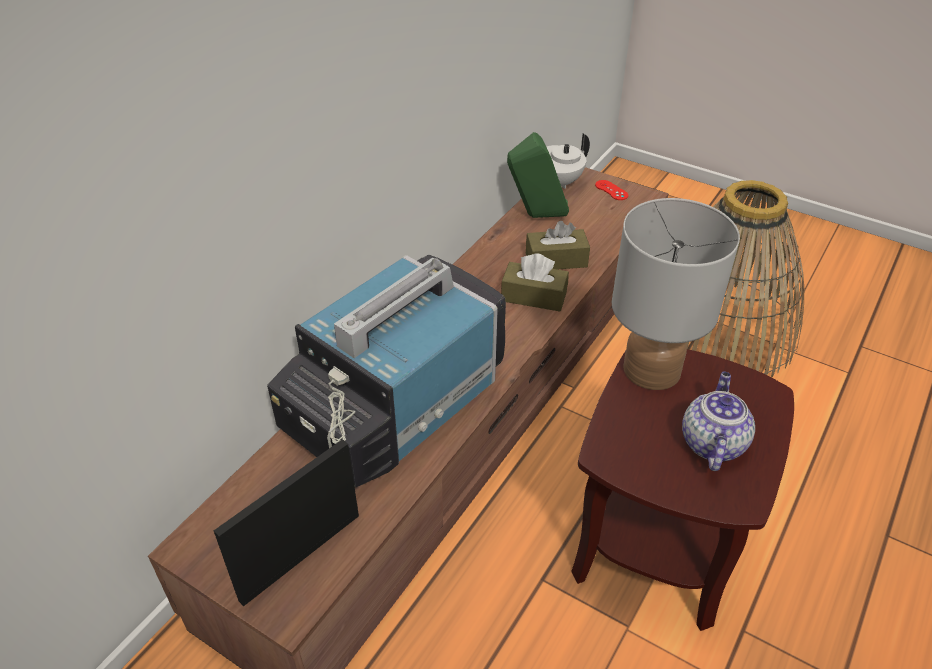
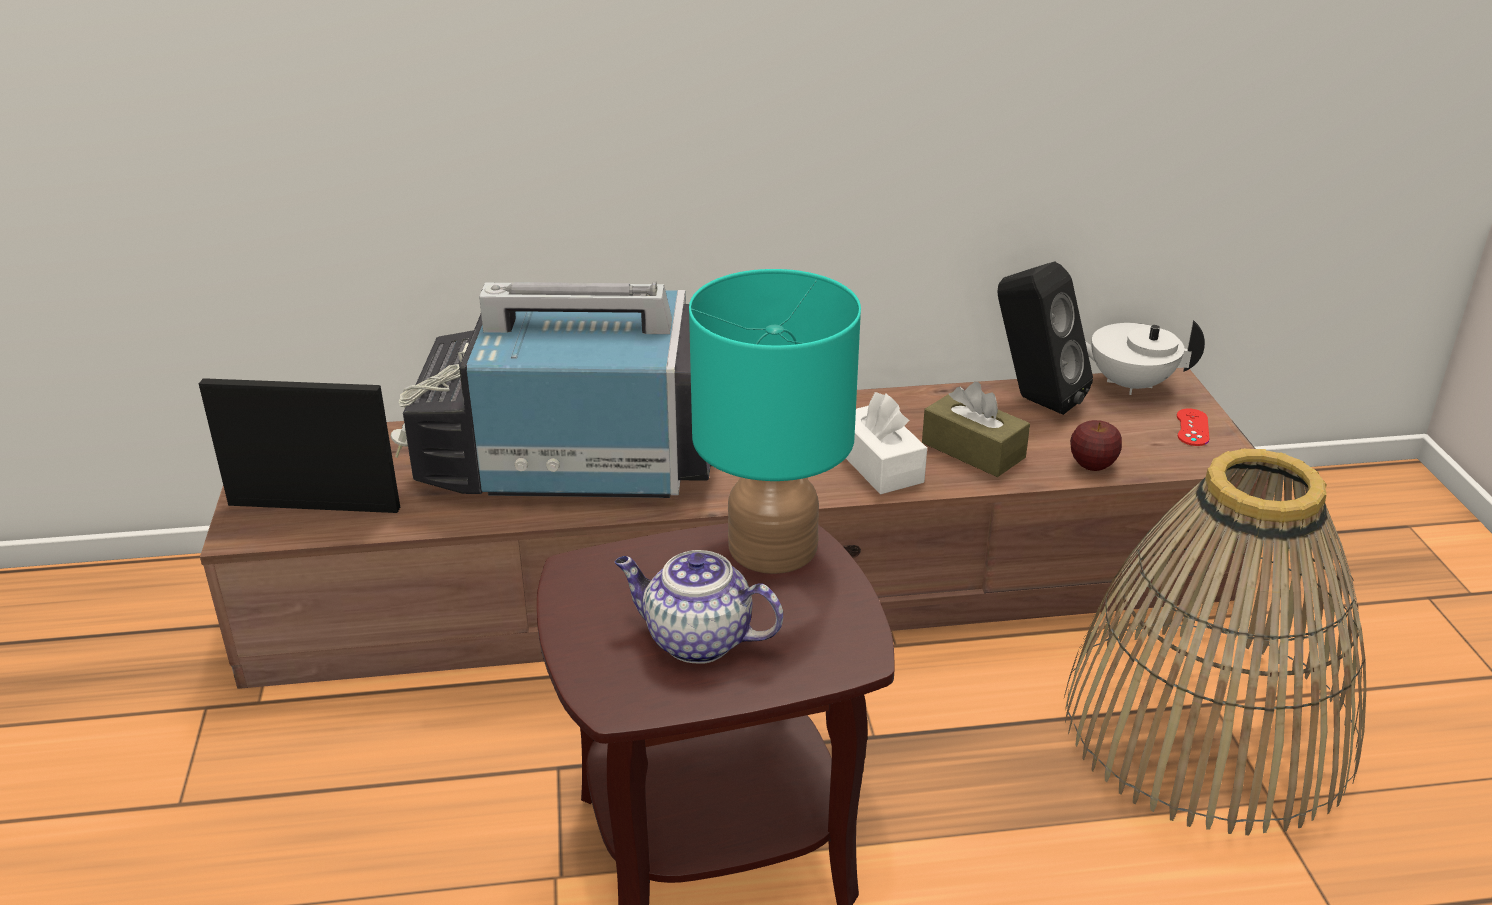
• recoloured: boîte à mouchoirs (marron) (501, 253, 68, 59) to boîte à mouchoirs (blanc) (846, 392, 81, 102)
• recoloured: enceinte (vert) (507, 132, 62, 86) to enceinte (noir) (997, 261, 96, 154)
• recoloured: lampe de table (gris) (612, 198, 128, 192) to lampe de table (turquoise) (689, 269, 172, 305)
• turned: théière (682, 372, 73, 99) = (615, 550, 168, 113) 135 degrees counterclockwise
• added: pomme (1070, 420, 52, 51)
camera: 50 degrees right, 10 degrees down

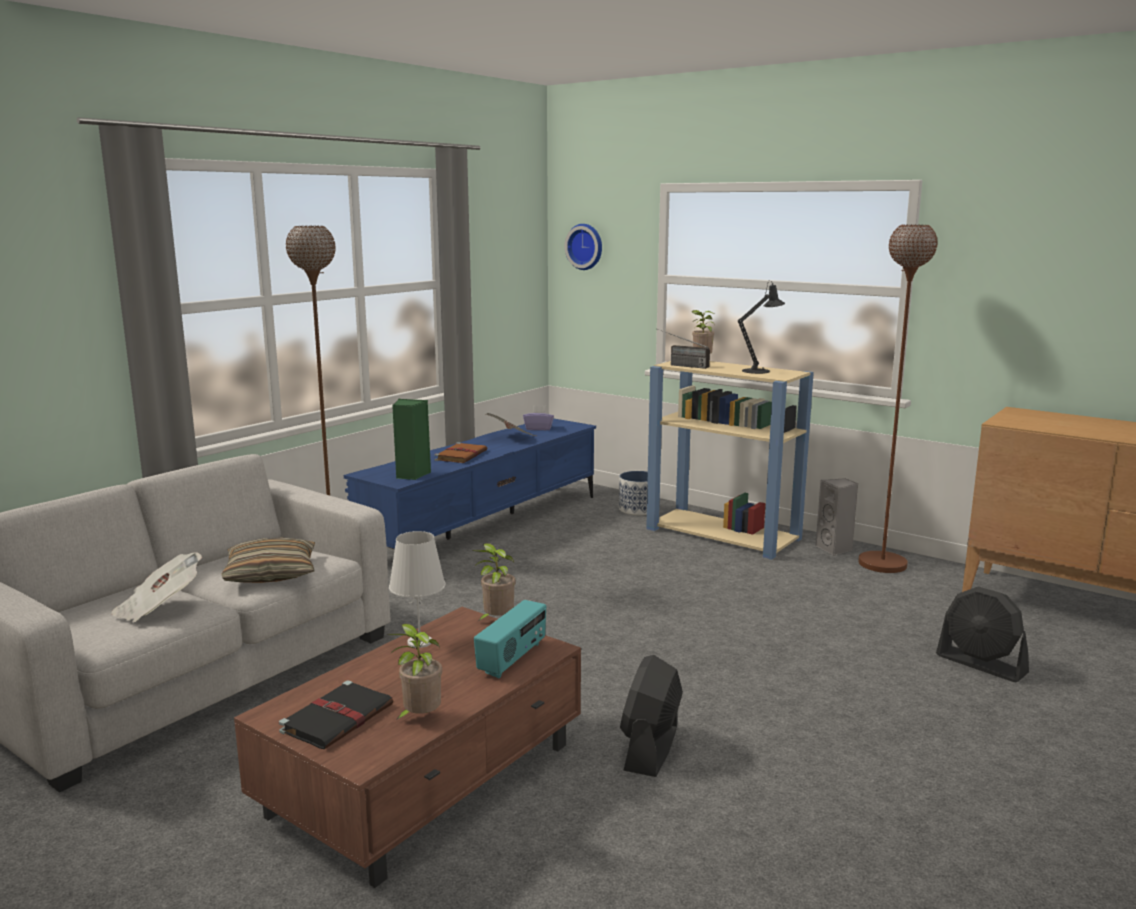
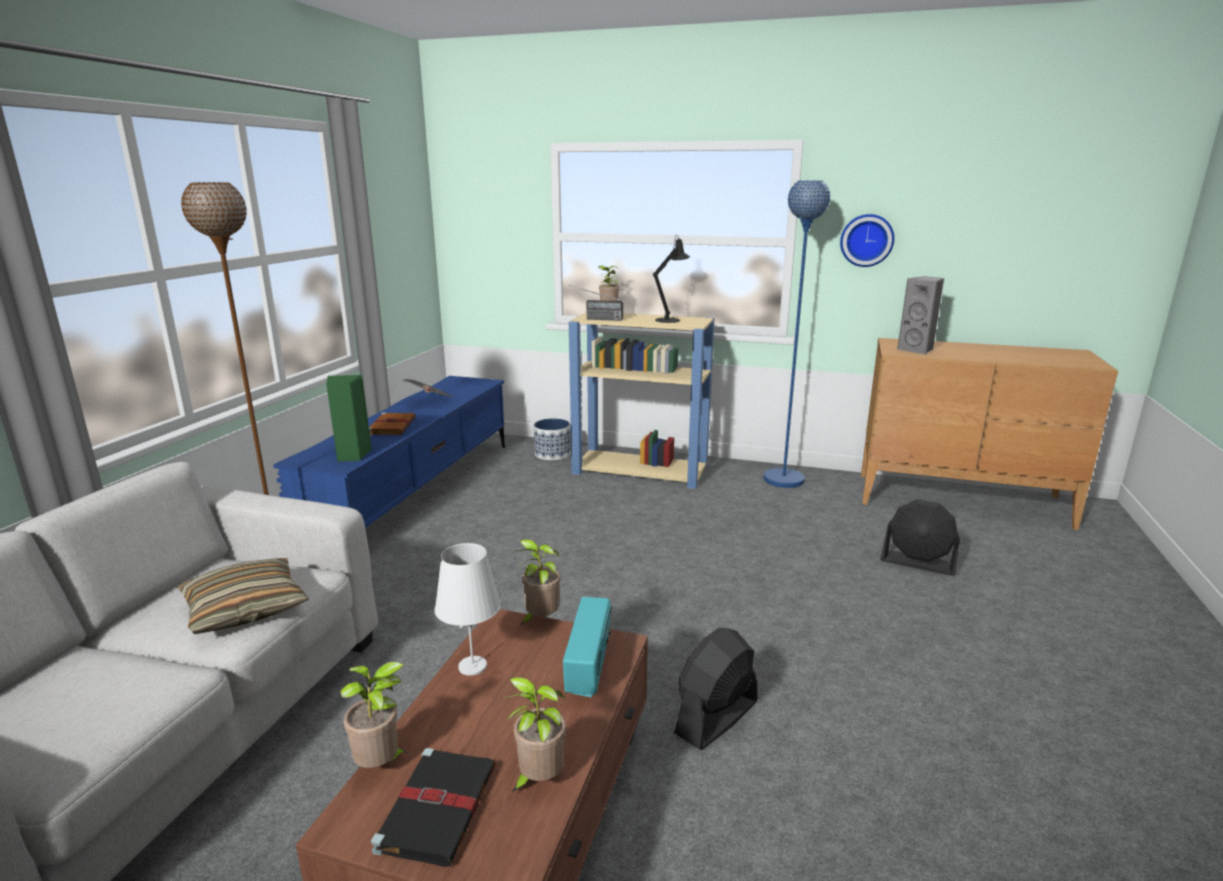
• removed: journal (111, 553, 91, 69)
• removed: boîte à mouchoirs (violet) (523, 405, 31, 25)
• moved: horloge murale (564, 224, 38, 46) to (840, 214, 54, 53)
• turned: ventilateur (noir) (620, 655, 63, 122) = (674, 628, 84, 122) 45 degrees clockwise
• moved: enceinte (gris) (815, 478, 43, 78) to (897, 276, 48, 79)
• recoloured: lampadaire (marron) (858, 225, 80, 348) to lampadaire (bleu) (764, 180, 66, 308)
• added: plante en pot (340, 662, 68, 106)
camera: 20 degrees left, 5 degrees up

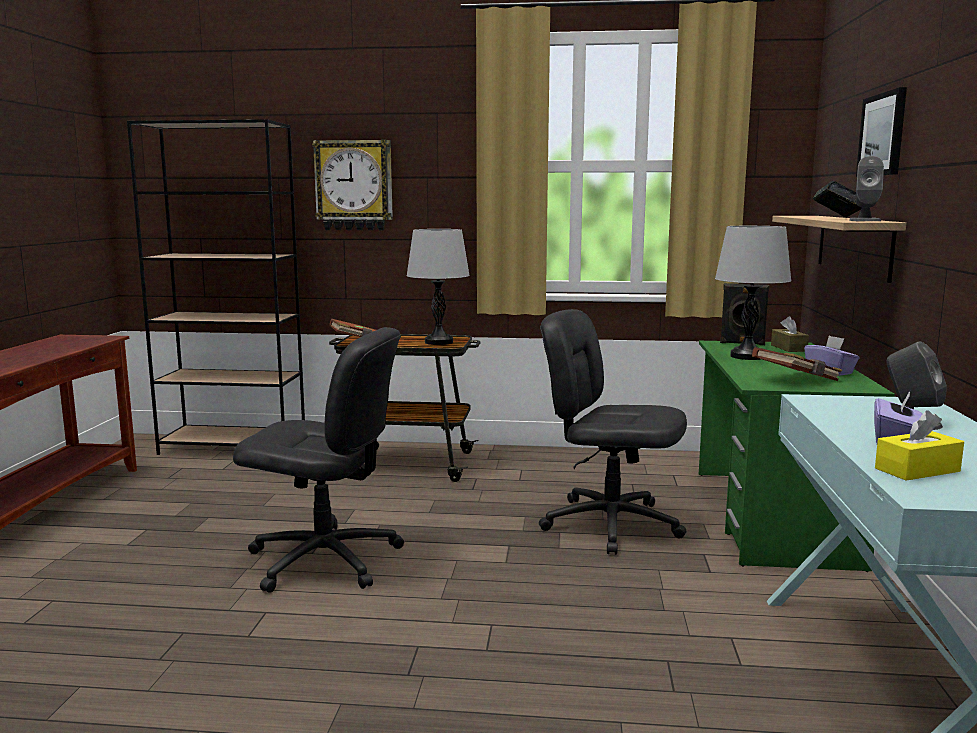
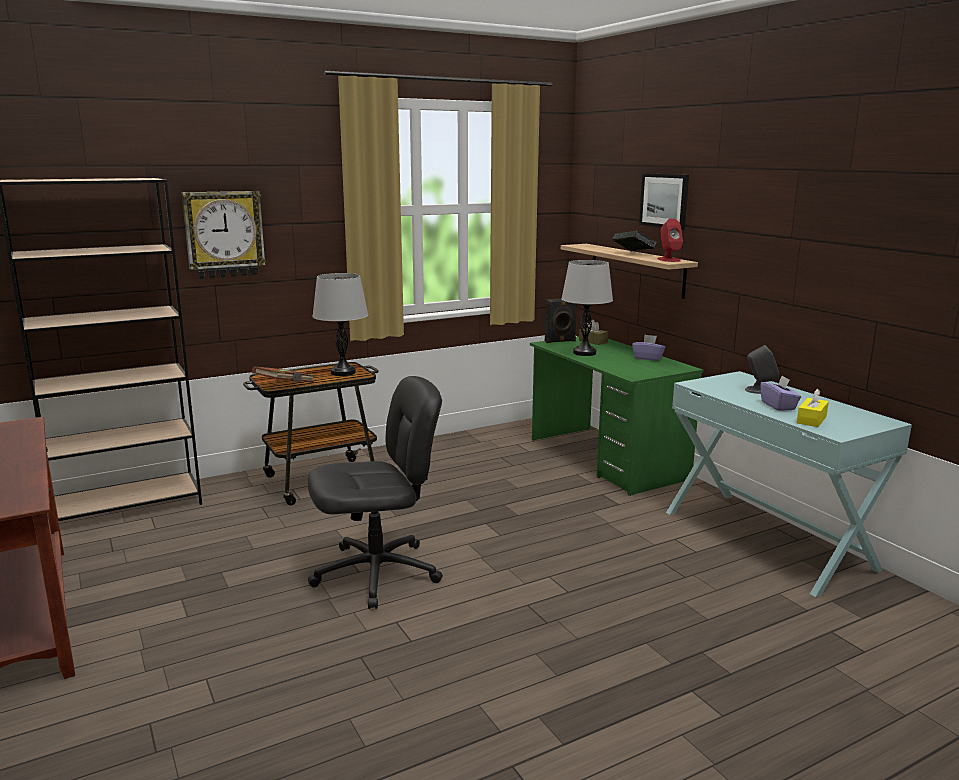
• removed: chaise de bureau (noir) (539, 309, 148, 246)
• removed: livre (marron) (752, 347, 90, 34)
• recoloured: enceinte (gris) (849, 156, 35, 65) to enceinte (rouge) (658, 219, 25, 43)
camera: 35 degrees left, 5 degrees up

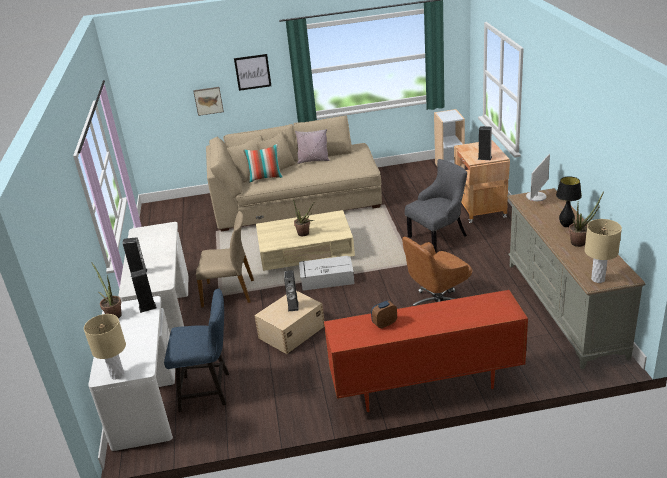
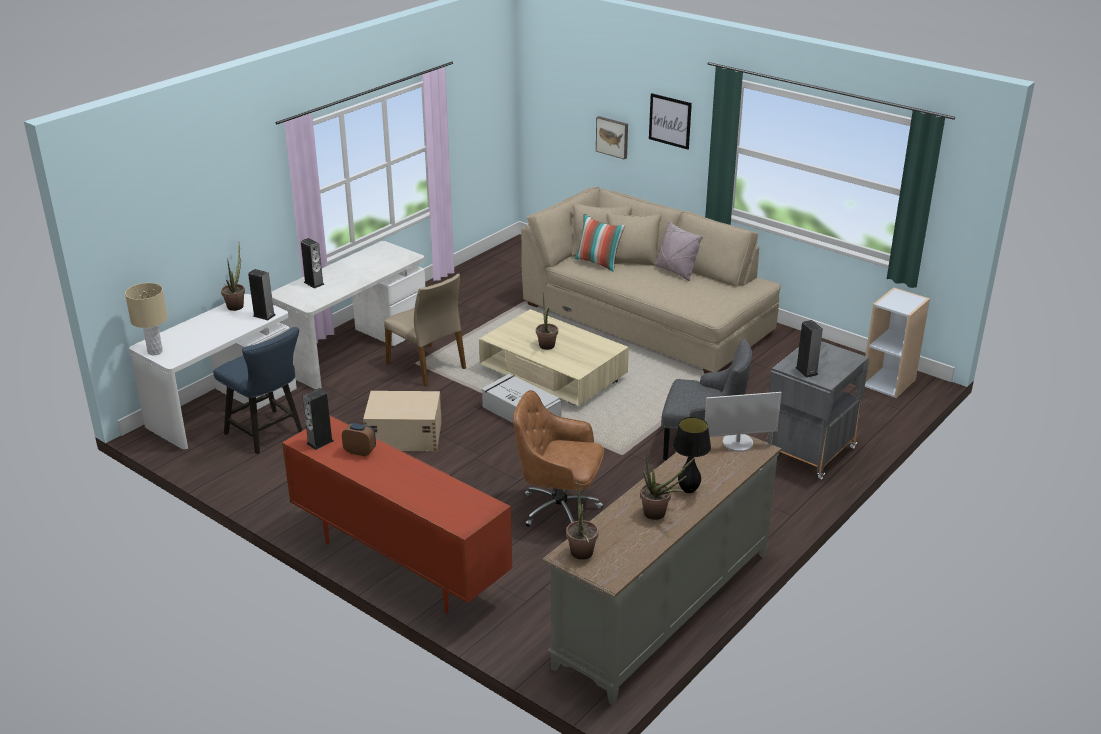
• moved: enceinte (284, 270, 15, 42) to (302, 388, 32, 62)
• recoloured: chariot (marron) (454, 140, 56, 83) to chariot (gris) (767, 341, 102, 139)
• replaced: lampe de table (beige) (585, 219, 37, 64) to plante en pot (566, 480, 33, 80)
camera: 45 degrees right, 0 degrees up

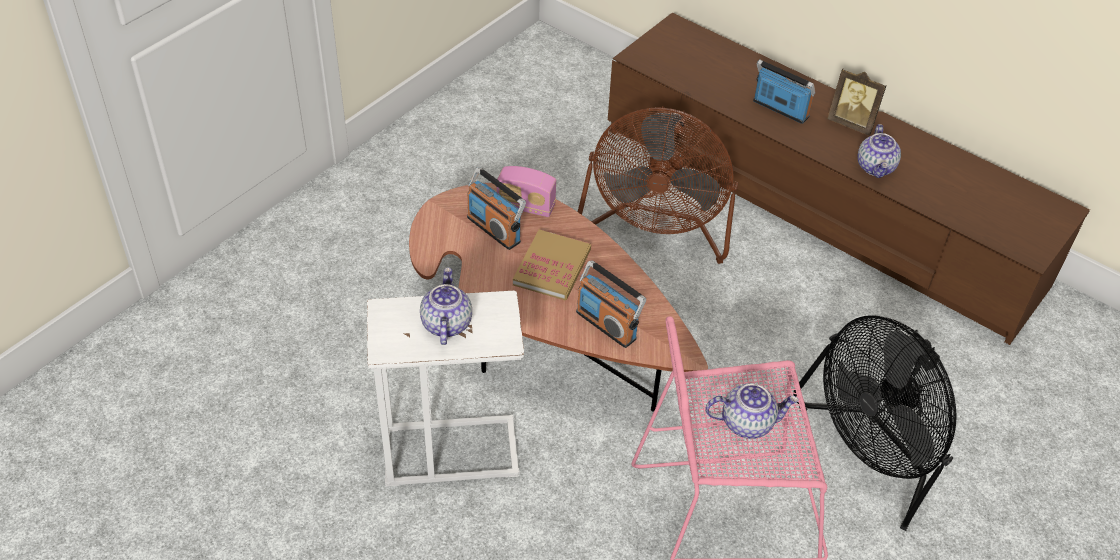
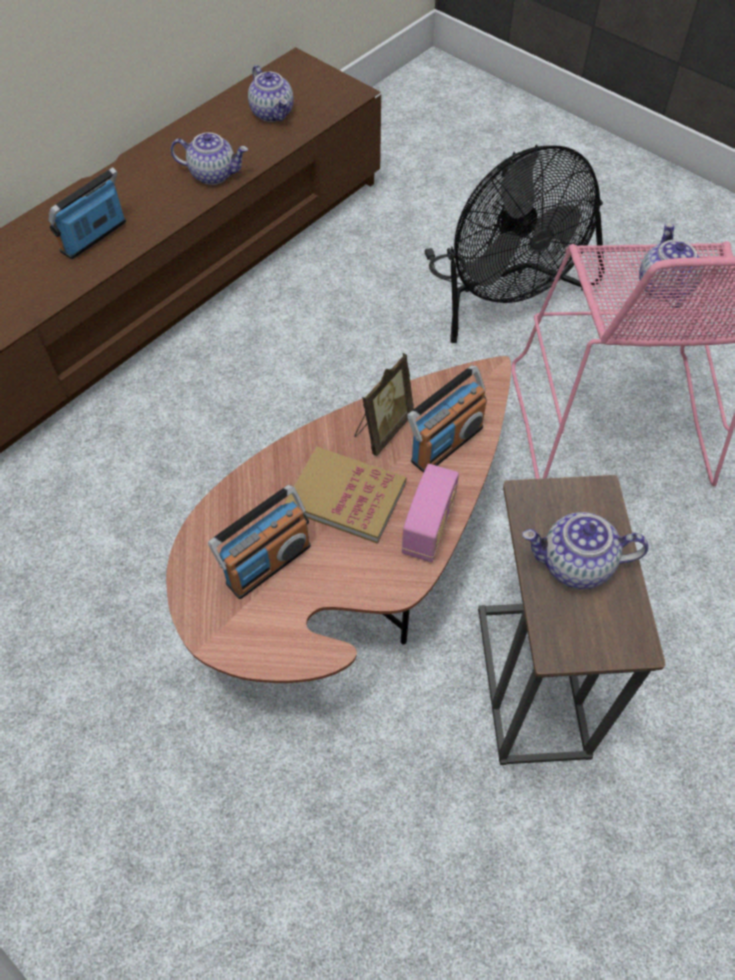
• recoloured: table d'appoint (blanc) (367, 291, 157, 196) to table d'appoint (marron) (478, 475, 187, 290)
• moved: radio (496, 166, 60, 51) to (401, 464, 58, 98)
• removed: ventilateur (marron) (578, 106, 160, 158)
• moved: cadre photo (827, 69, 60, 67) to (355, 353, 59, 103)
• added: théière (248, 65, 45, 57)
camera: 85 degrees left, 10 degrees up

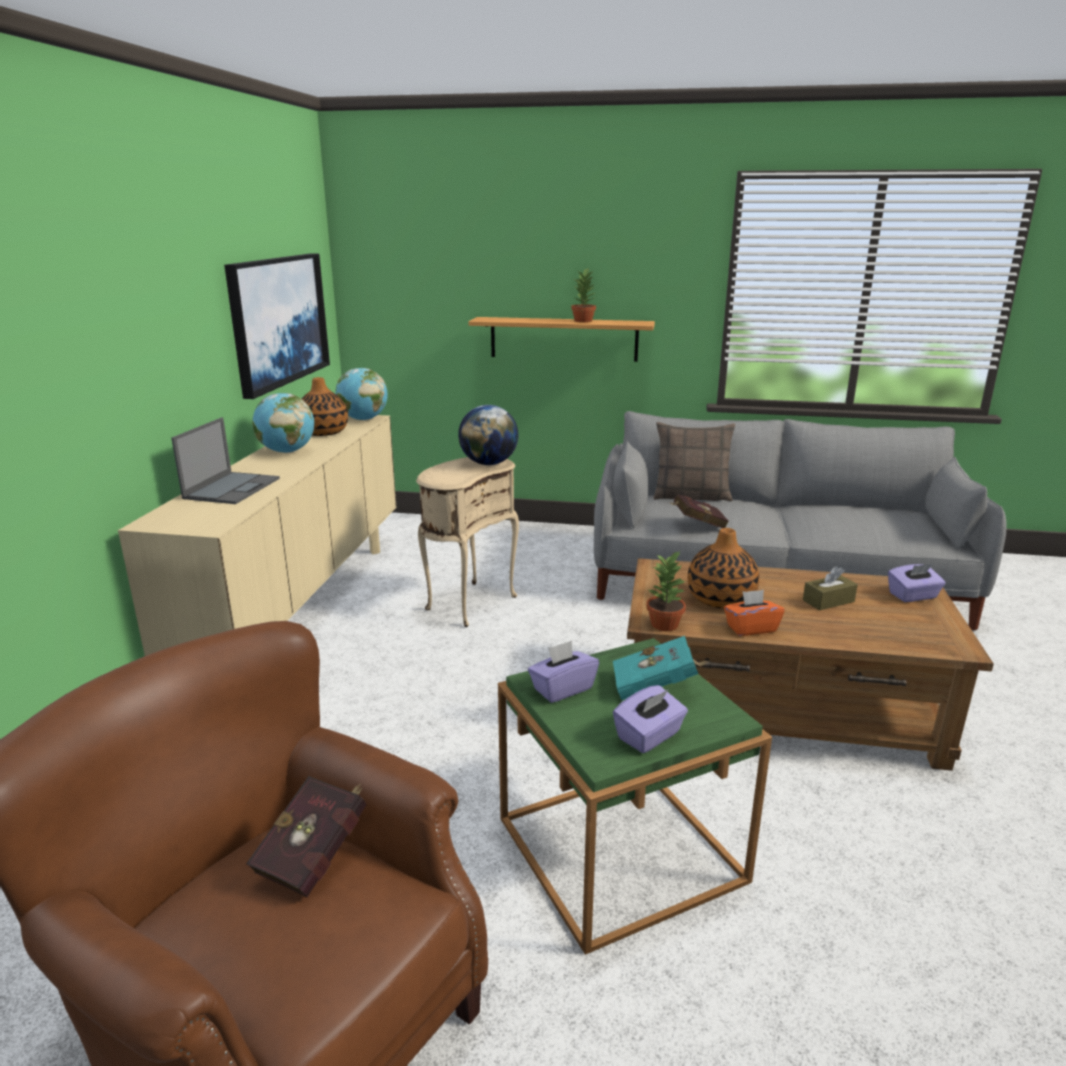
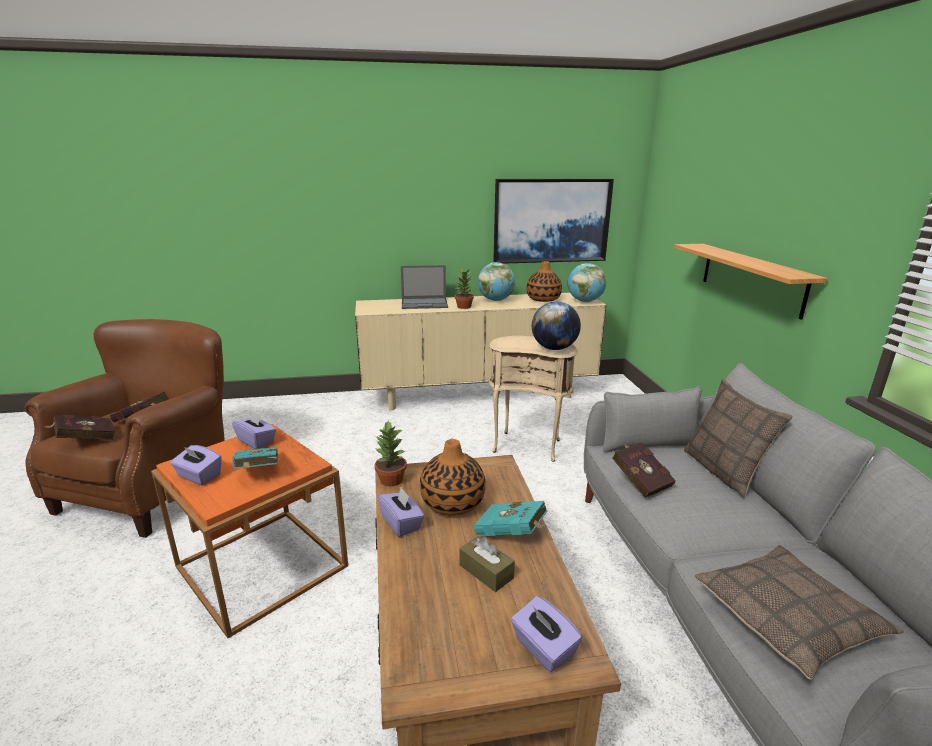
• recoloured: table d'appoint (vert) (498, 638, 274, 317) to table d'appoint (orange) (151, 424, 197, 214)
• moved: plante en pot (571, 268, 26, 55) to (455, 269, 19, 40)
• recoloured: boîte à mouchoirs (orange) (724, 590, 61, 46) to boîte à mouchoirs (violet) (378, 487, 46, 50)
• added: livre (rouge) (45, 415, 71, 25)
• added: livre (turquoise) (474, 501, 73, 35)
• added: coussin (695, 545, 209, 135)
camera: 70 degrees right, 0 degrees up

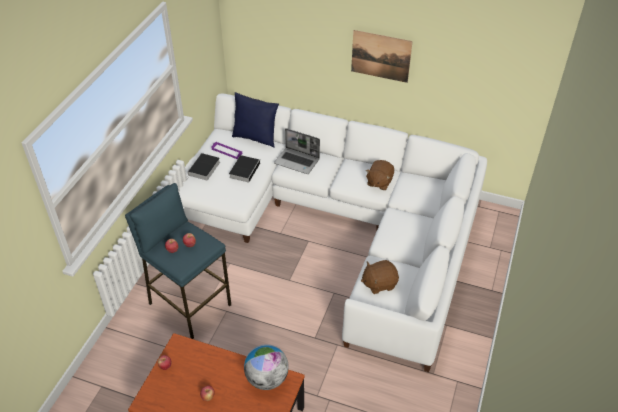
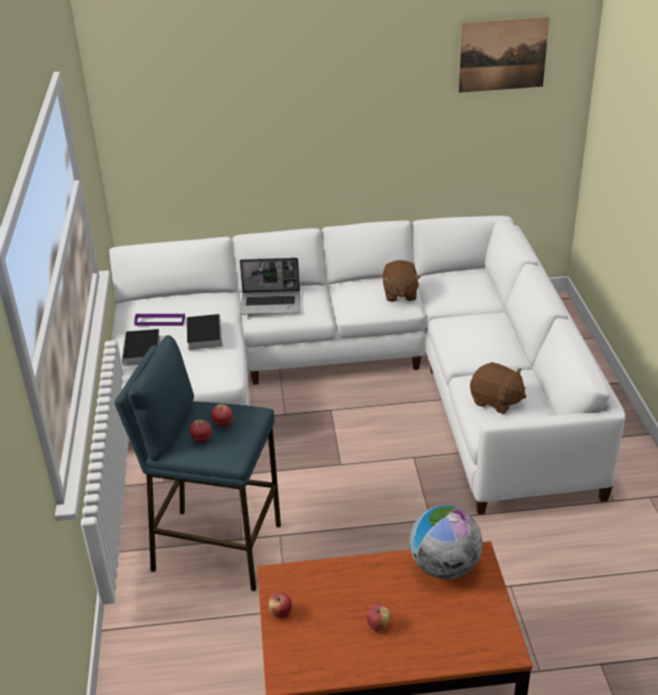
• removed: coussin (bleu) (232, 92, 47, 56)
• moved: tableau (351, 30, 62, 53) to (459, 17, 91, 76)
• turned: peluche (marron) (361, 260, 38, 34) = (470, 362, 56, 52) 105 degrees counterclockwise
camera: 25 degrees left, 10 degrees down

